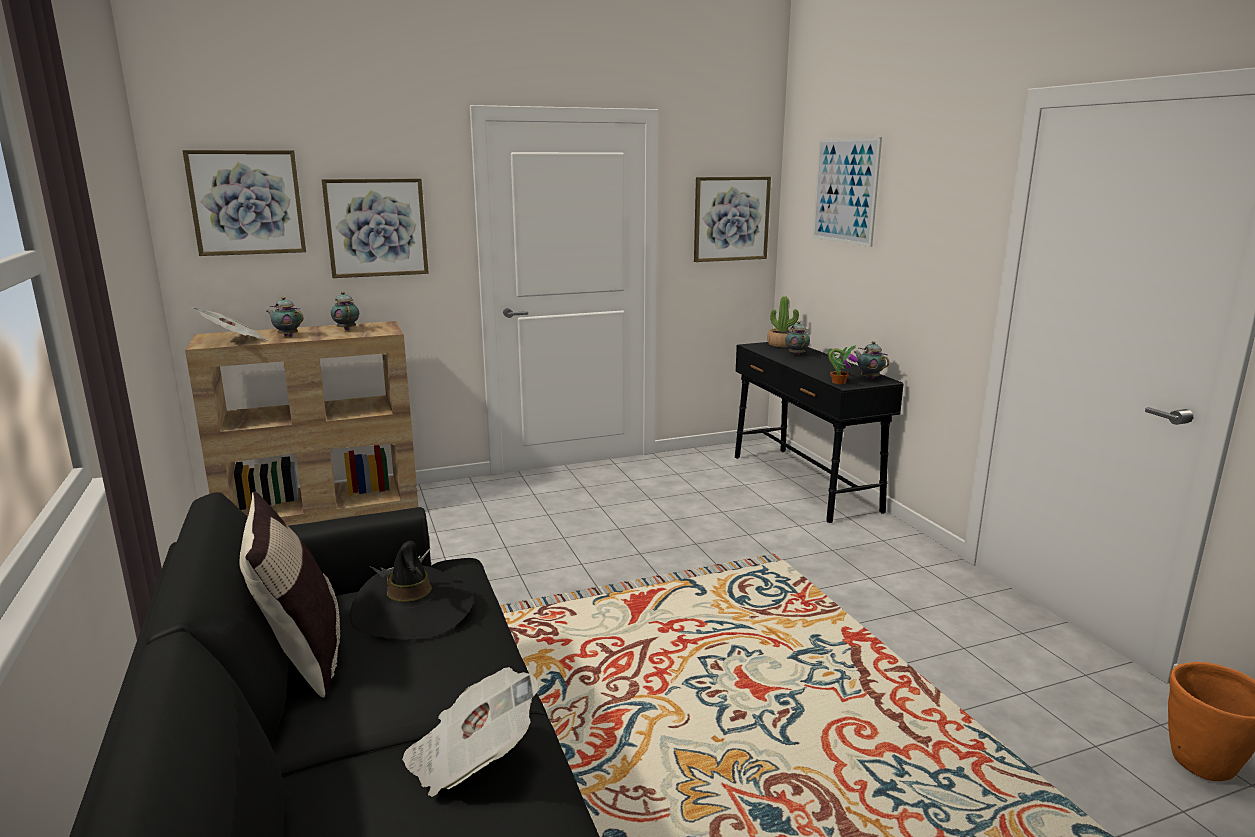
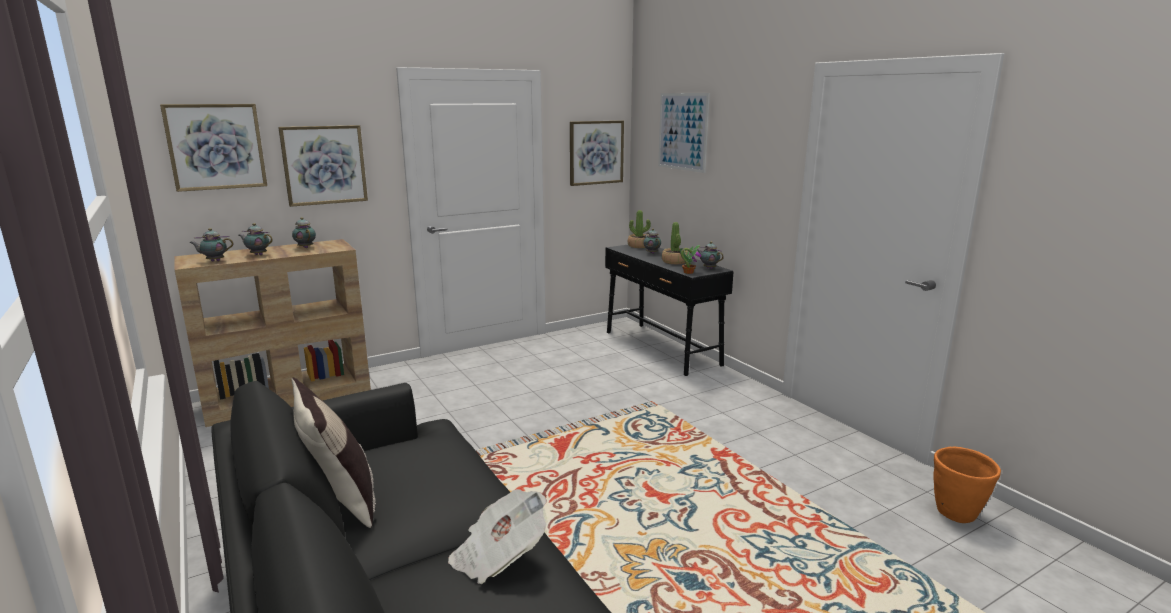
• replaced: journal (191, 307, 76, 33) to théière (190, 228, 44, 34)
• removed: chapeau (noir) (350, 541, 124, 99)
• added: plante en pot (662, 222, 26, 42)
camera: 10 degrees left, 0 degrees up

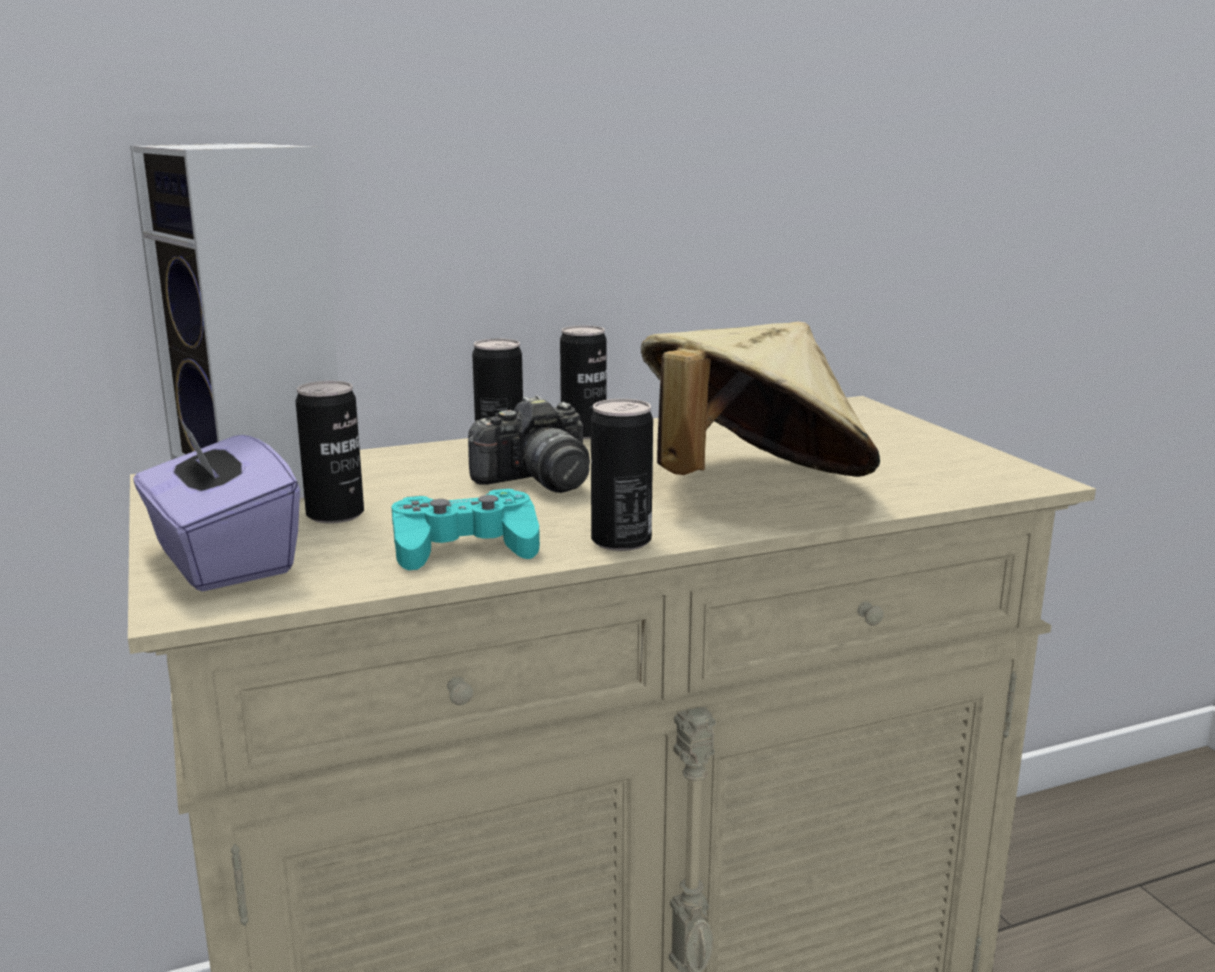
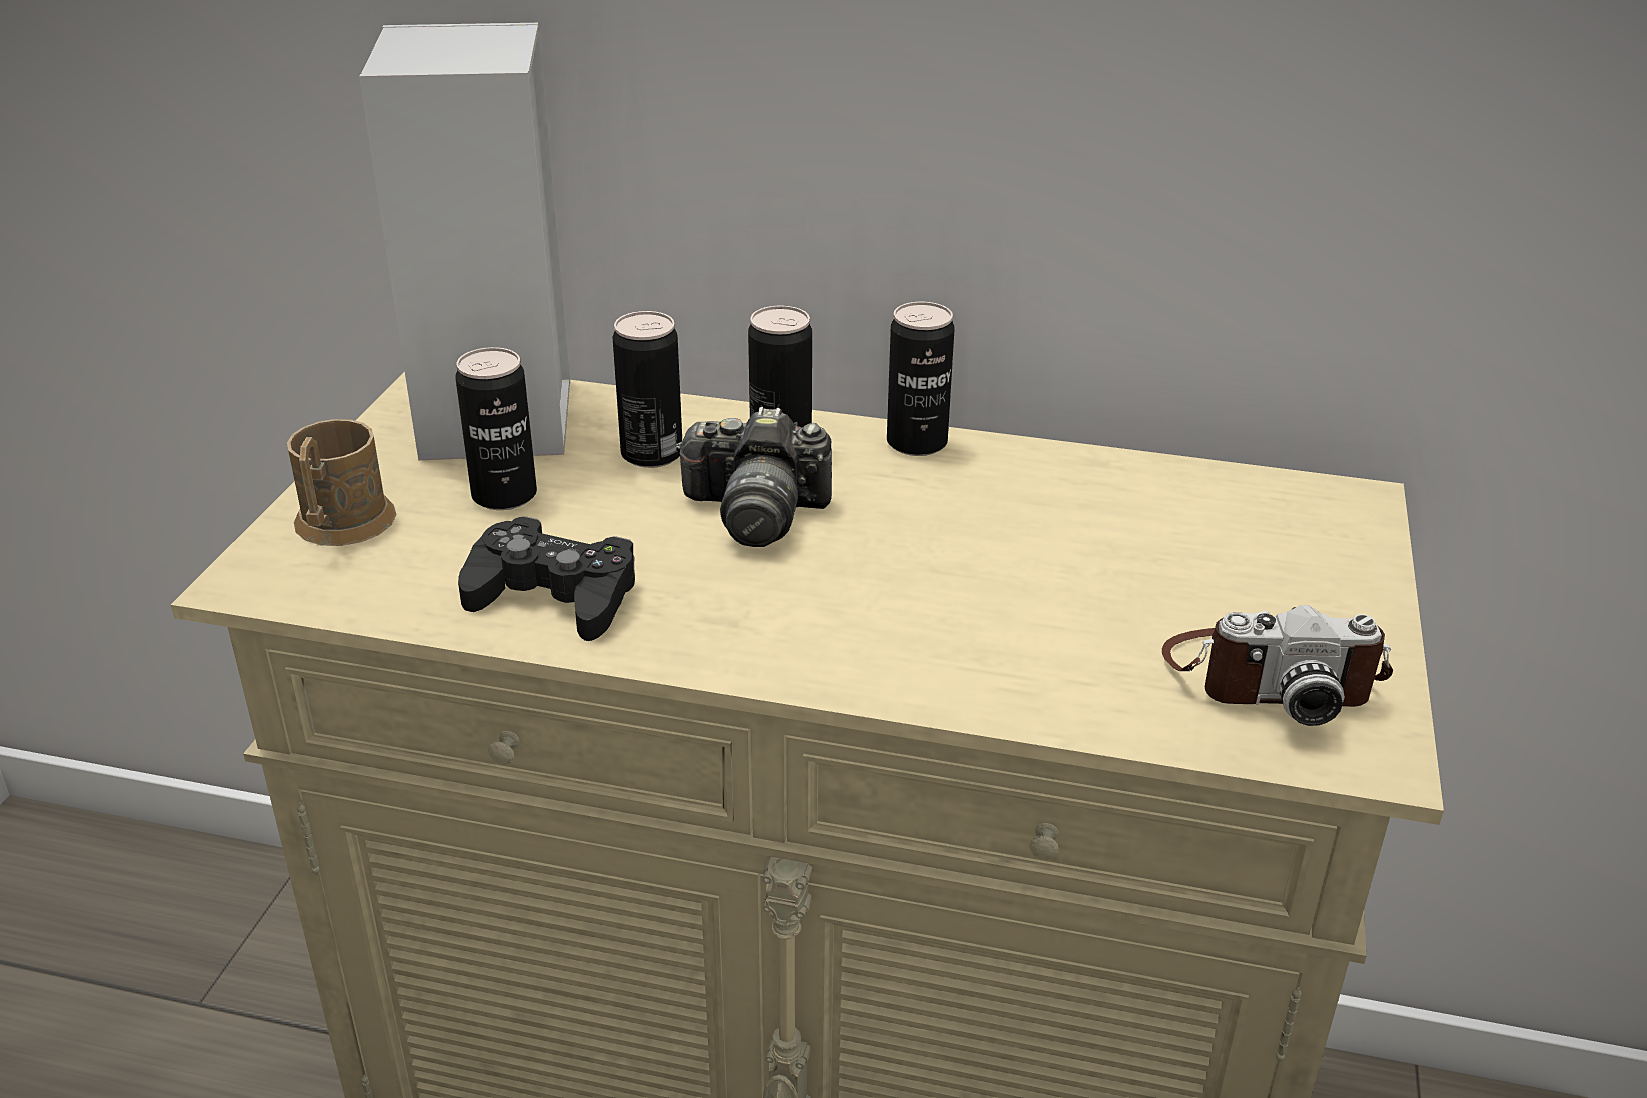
• replaced: boîte à mouchoirs (violet) (133, 413, 167, 179) to mug (marron) (287, 419, 110, 127)
• recoloured: manette (turquoise) (392, 489, 148, 81) to manette (noir) (458, 516, 177, 125)
• moved: boîte métallique (591, 399, 62, 152) to (612, 311, 70, 157)
• removed: chapeau (beige) (641, 321, 239, 156)
• added: appareil photo (1162, 605, 231, 121)
camera: 35 degrees right, 15 degrees up

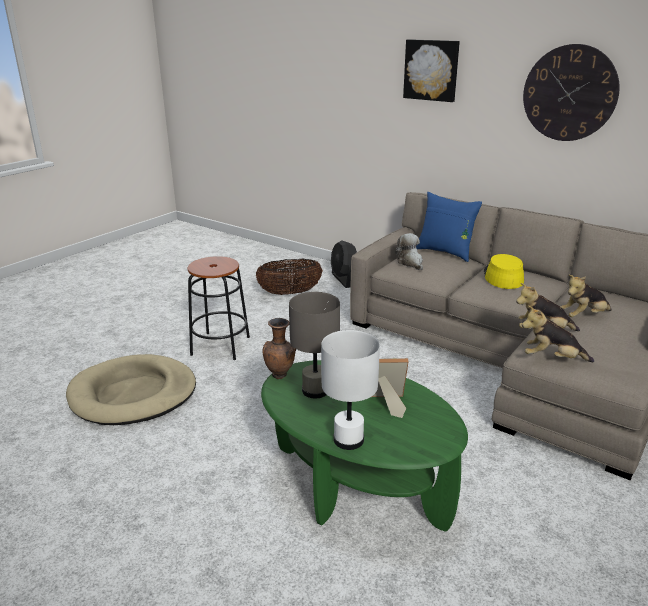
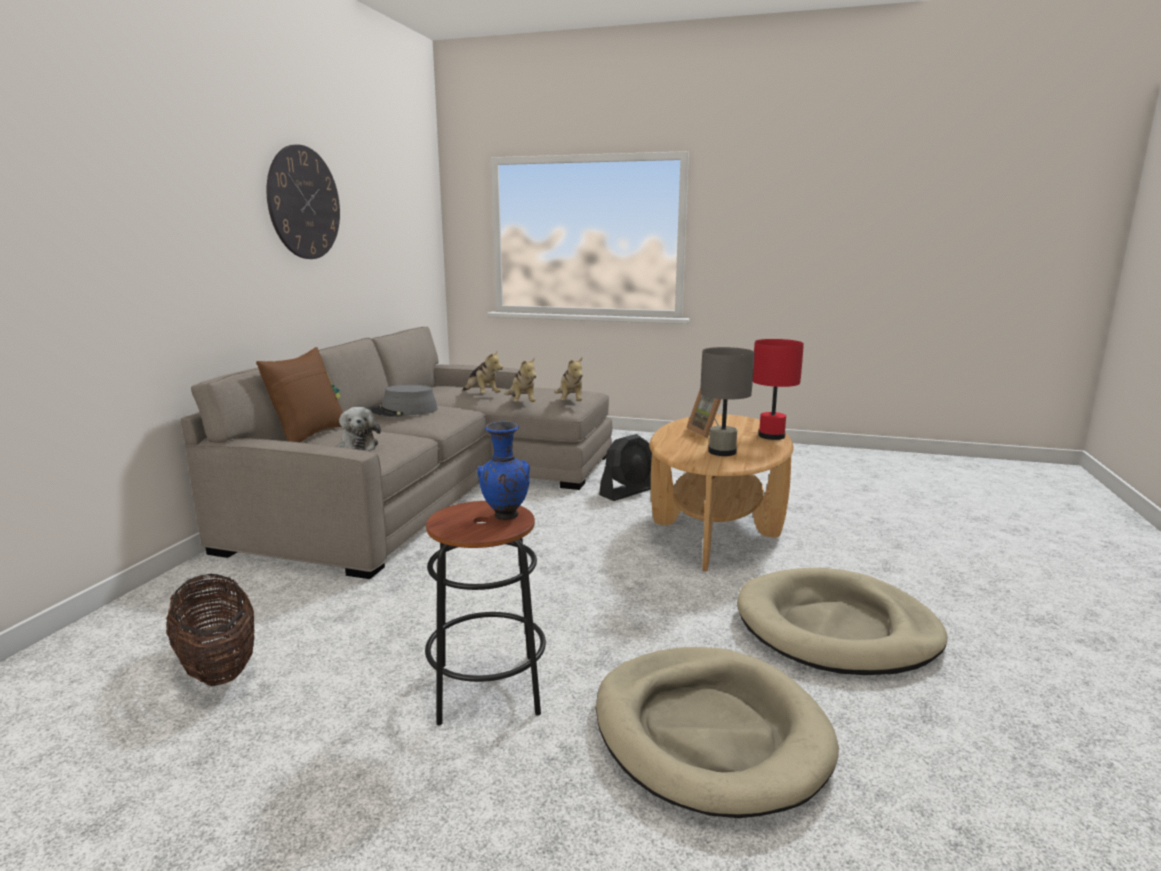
• recoloured: table basse (vert) (261, 360, 207, 172) to table basse (marron) (649, 414, 145, 157)
• removed: vase (marron) (262, 318, 34, 61)
• recoloured: lampe de table (blanc) (321, 330, 59, 120) to lampe de table (rouge) (753, 339, 51, 101)
• moved: ventilateur (noir) (331, 240, 26, 48) to (599, 434, 53, 67)
• turned: peluche (395, 233, 28, 37) = (337, 407, 44, 44) 75 degrees counterclockwise
• removed: tableau (403, 39, 57, 63)
• recoloured: coussin (bleu) (416, 192, 66, 70) to coussin (marron) (256, 347, 87, 96)
• recoloured: chapeau (jaune) (484, 254, 40, 35) to chapeau (gris) (368, 385, 70, 32)
• added: vase (bleu) (477, 421, 53, 99)
• added: panier pour chien (beige) (737, 568, 210, 107)
camera: 110 degrees left, 10 degrees down

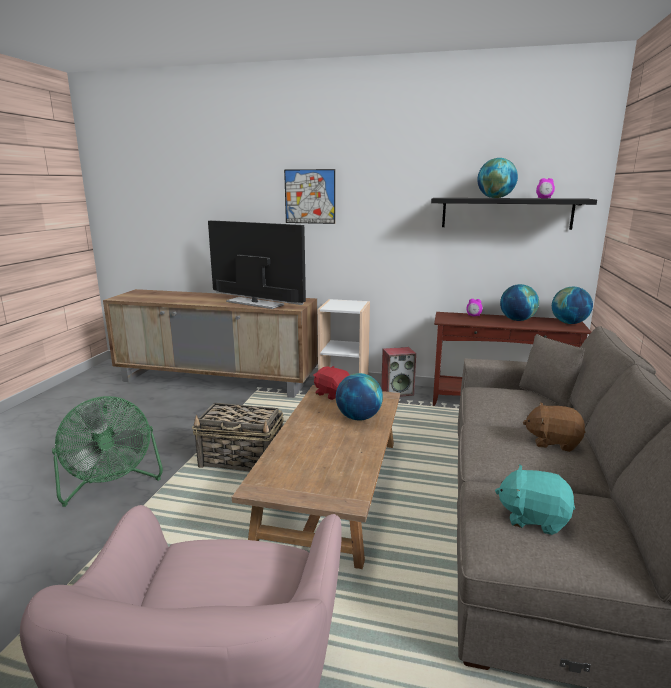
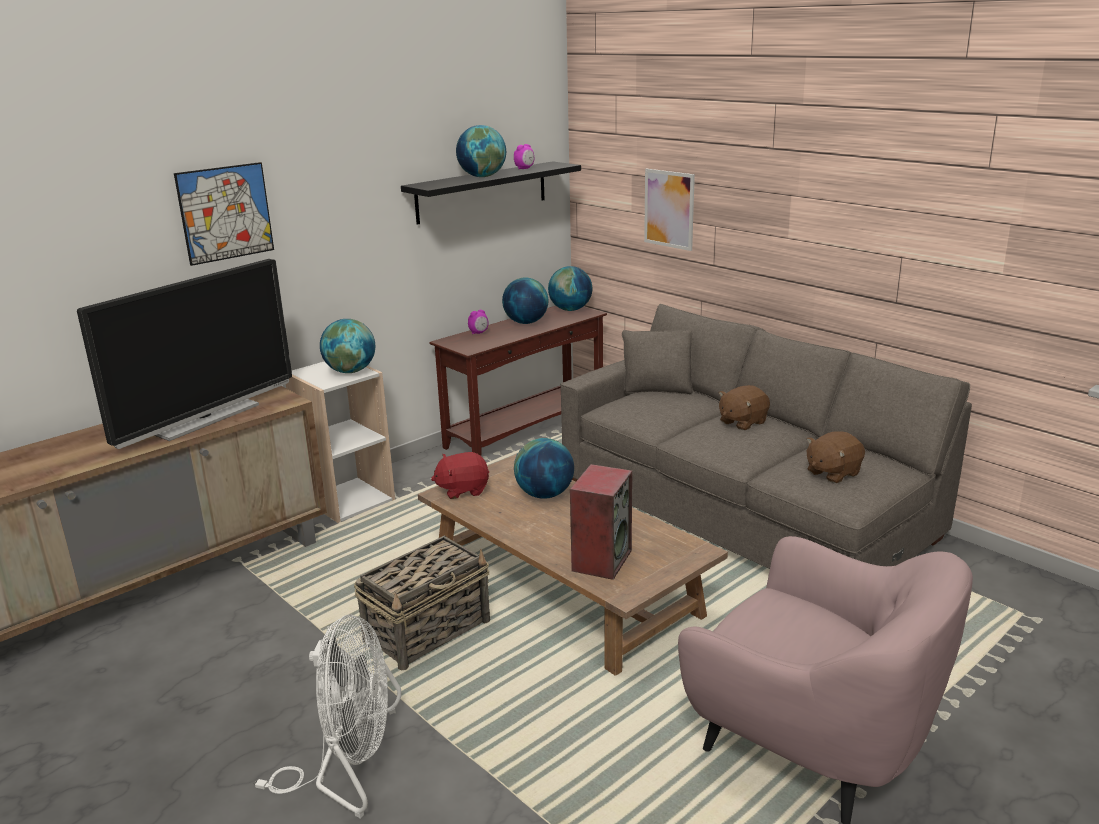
• recoloured: ventilateur (vert) (52, 396, 111, 111) to ventilateur (blanc) (255, 615, 146, 204)
• turned: téléviseur (208, 220, 98, 89) = (77, 259, 215, 190) 150 degrees clockwise
• moved: enceinte (381, 347, 35, 50) to (570, 464, 62, 116)
• recoloured: peluche (turquoise) (495, 464, 80, 71) to peluche (marron) (806, 431, 59, 52)
• added: globe (320, 319, 55, 54)
• added: tableau (644, 169, 51, 82)
camera: 55 degrees left, 5 degrees up

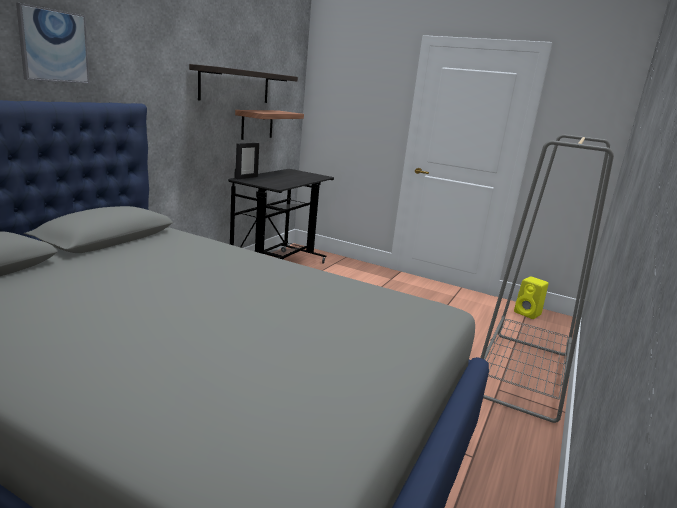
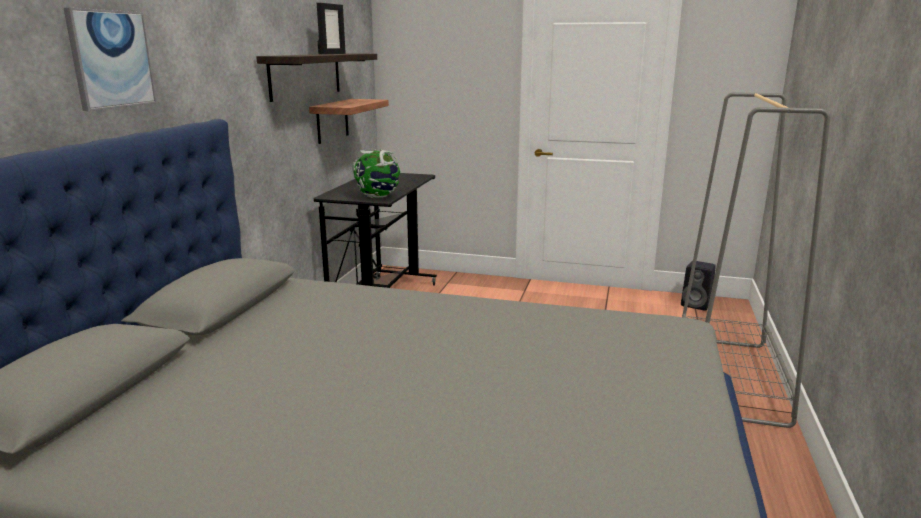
• moved: cadre photo (234, 143, 25, 36) to (317, 3, 29, 51)
• recoloured: enceinte (jaune) (514, 276, 35, 43) to enceinte (noir) (681, 261, 35, 50)
• added: globe (352, 149, 48, 49)
camera: 10 degrees left, 0 degrees up

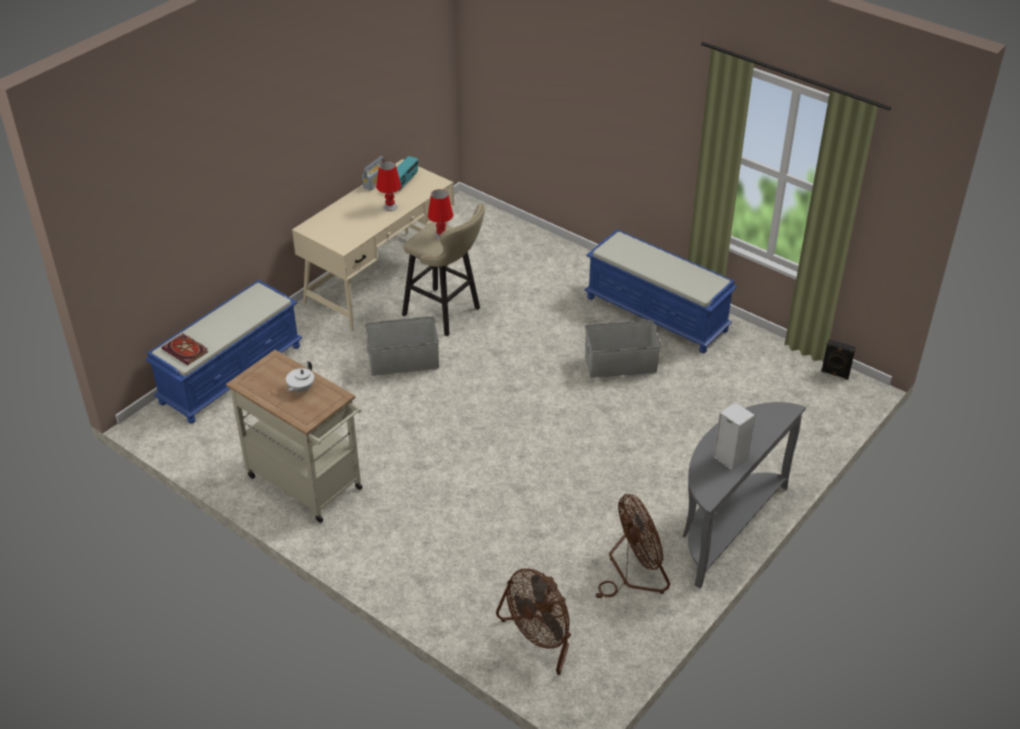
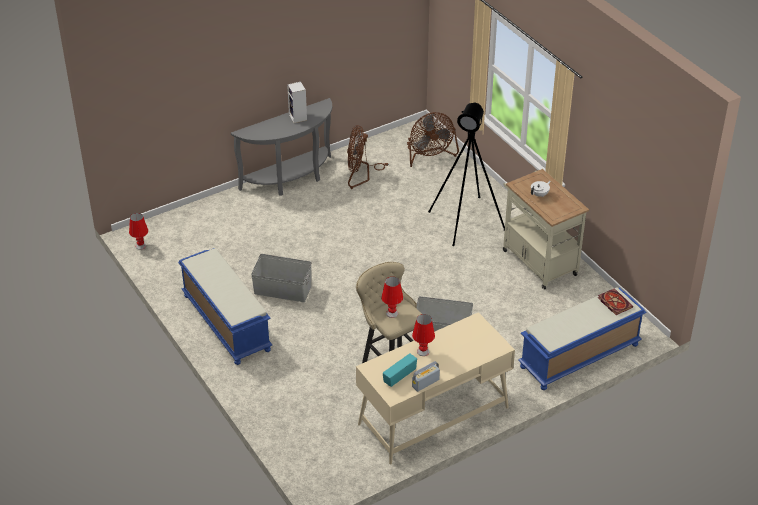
• turned: ventilateur (marron) (496, 569, 75, 106) = (407, 112, 52, 55) 90 degrees clockwise
• replaced: enceinte (noir) (821, 339, 35, 41) to lampe de table (rouge) (129, 213, 19, 37)
• added: lampadaire (noir) (428, 103, 77, 143)
camera: 160 degrees left, 0 degrees up

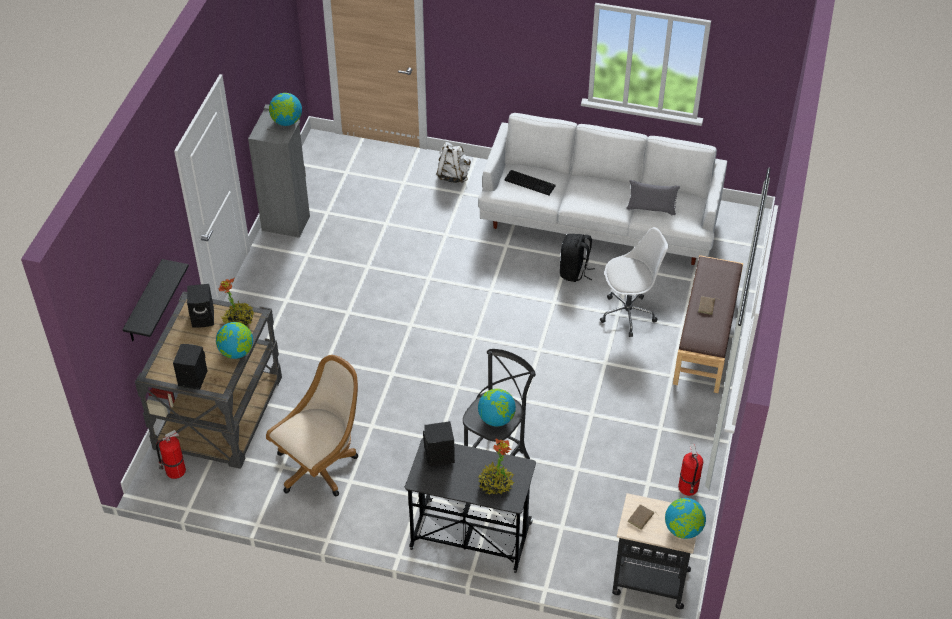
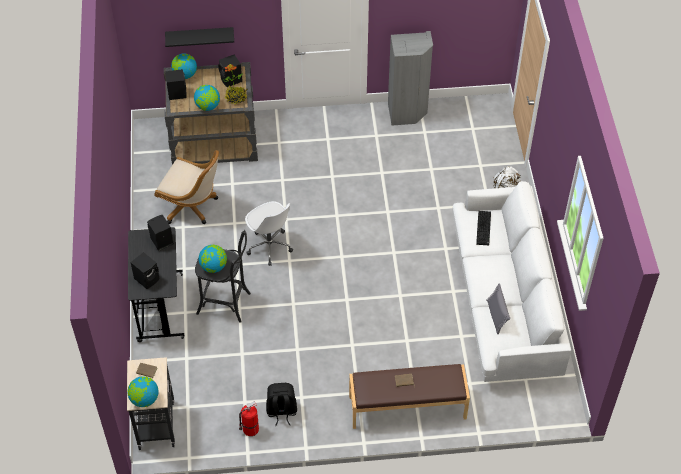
• removed: extincteur (156, 430, 30, 49)
• moved: globe (269, 93, 33, 33) to (171, 53, 26, 26)
• replaced: plante en pot (479, 438, 36, 57) to enceinte (noir) (131, 252, 29, 37)
• moved: sac à dos (noir) (560, 234, 35, 48) to (266, 383, 31, 43)
• moved: chaise de bureau (blanc) (600, 227, 68, 110) to (245, 201, 48, 65)
camera: 70 degrees right, 5 degrees up

